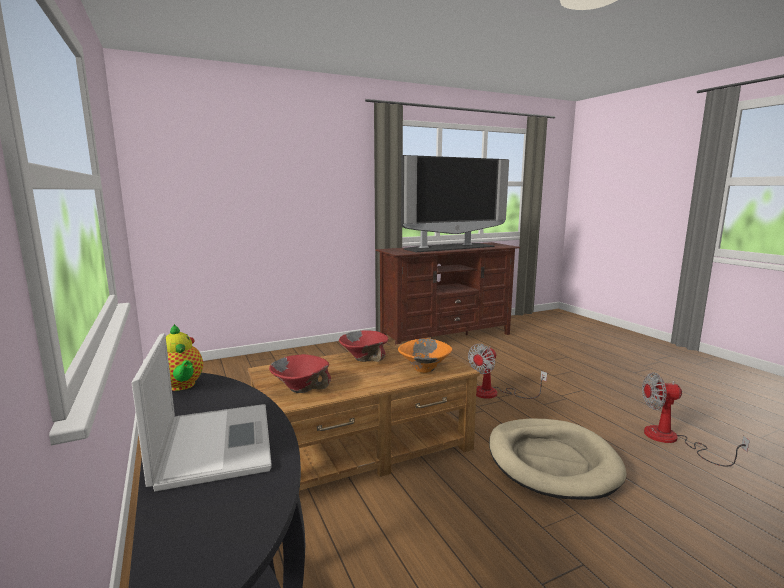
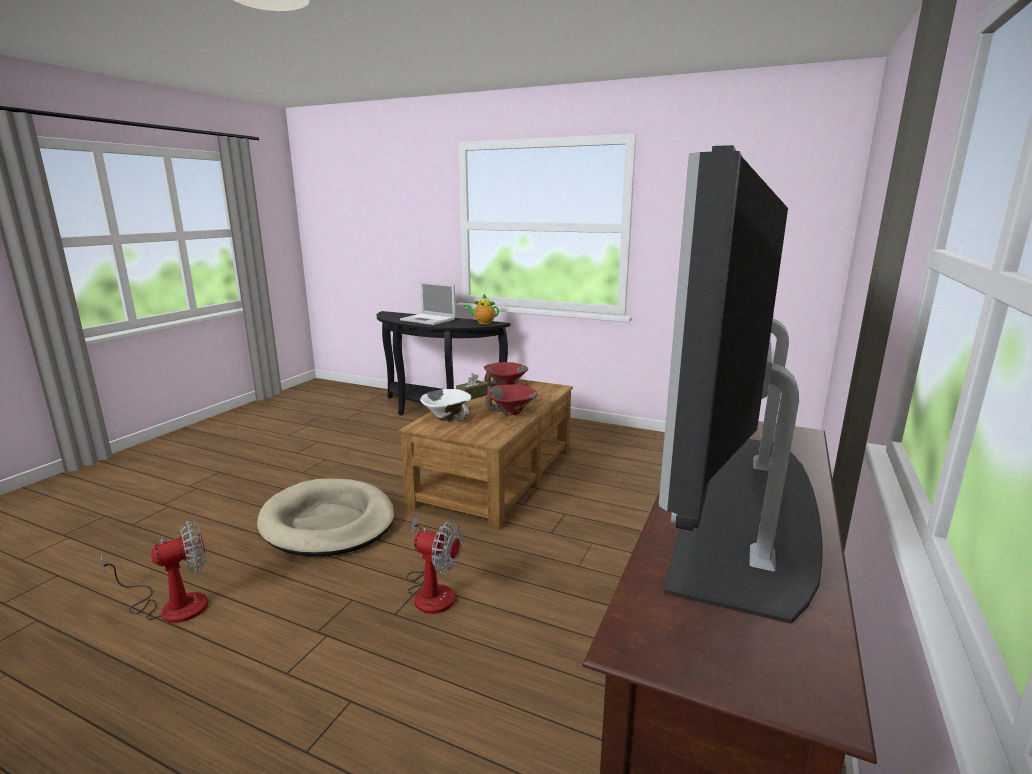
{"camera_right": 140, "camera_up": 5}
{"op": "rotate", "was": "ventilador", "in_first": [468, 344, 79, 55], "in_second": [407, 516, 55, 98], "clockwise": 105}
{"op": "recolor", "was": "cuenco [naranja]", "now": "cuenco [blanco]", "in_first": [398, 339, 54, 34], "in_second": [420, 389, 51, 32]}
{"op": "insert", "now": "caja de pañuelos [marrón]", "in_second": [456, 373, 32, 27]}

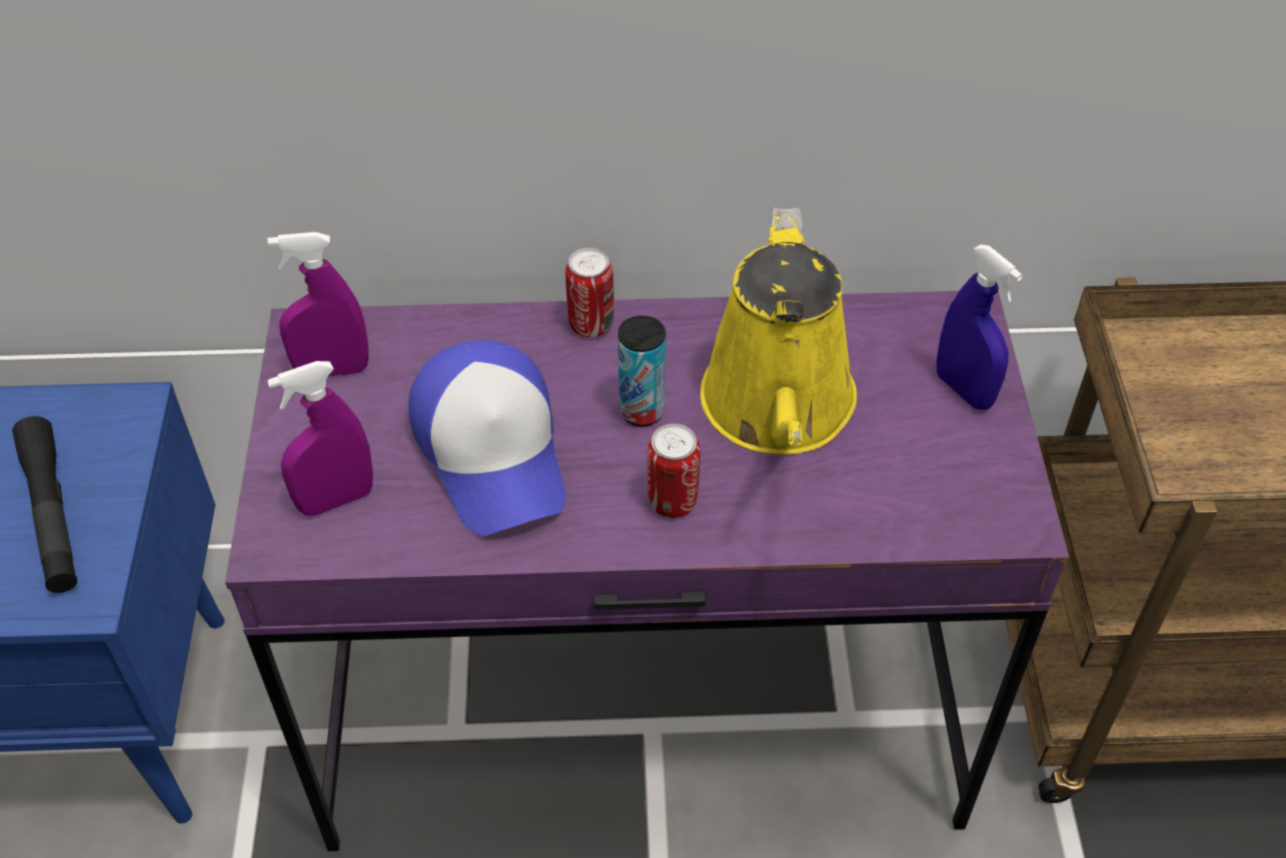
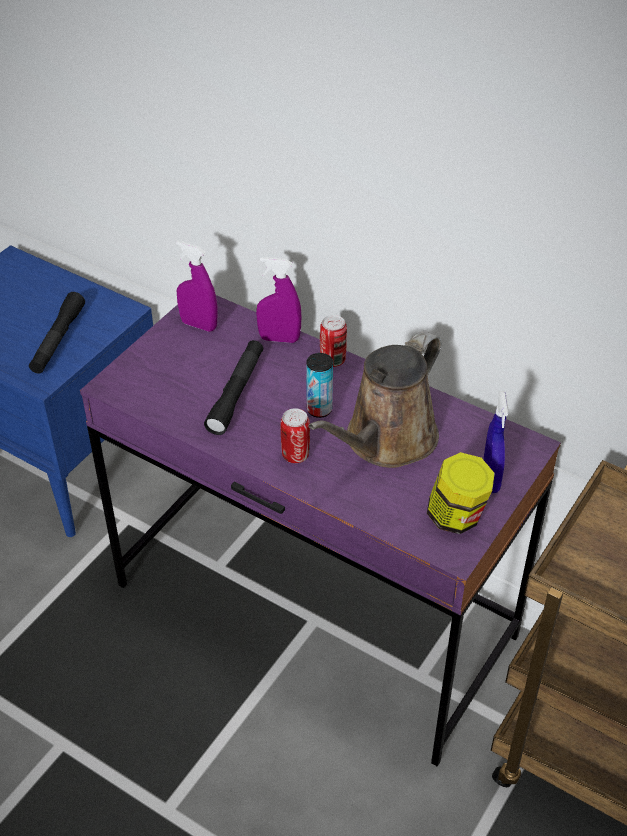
{"camera_right": 35, "camera_up": -5}
{"op": "replace", "was": "gorra", "now": "linterna [negro]", "in_first": [408, 340, 158, 195], "in_second": [204, 340, 59, 95]}
{"op": "move", "was": "pulverizador [morado]", "in_first": [267, 361, 106, 155], "in_second": [256, 257, 45, 86]}
{"op": "recolor", "was": "regadera [amarillo]", "now": "regadera [marrón]", "in_first": [700, 208, 157, 247], "in_second": [308, 331, 133, 137]}
{"op": "insert", "now": "tarro", "in_second": [427, 452, 68, 82]}

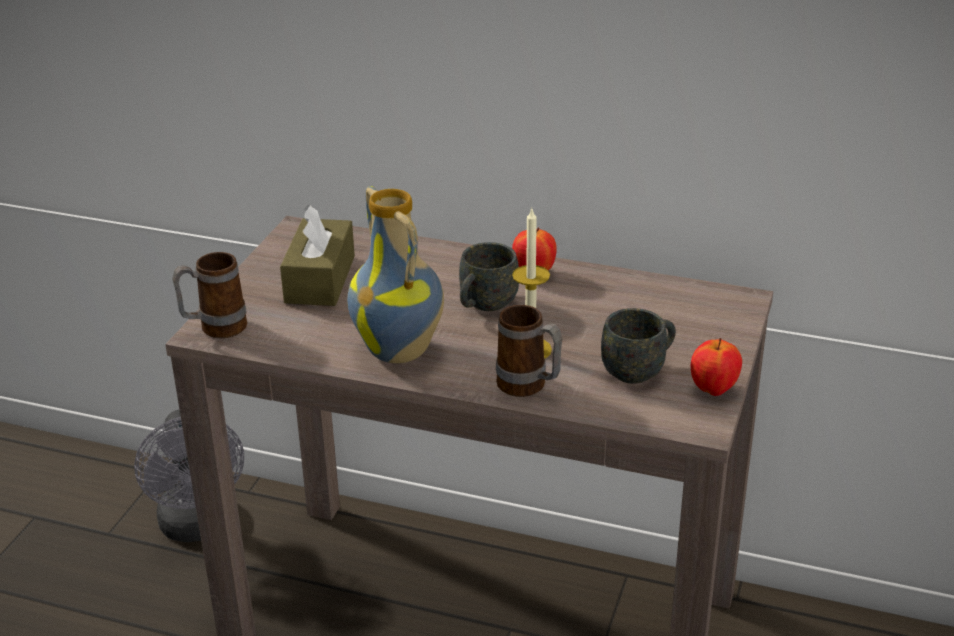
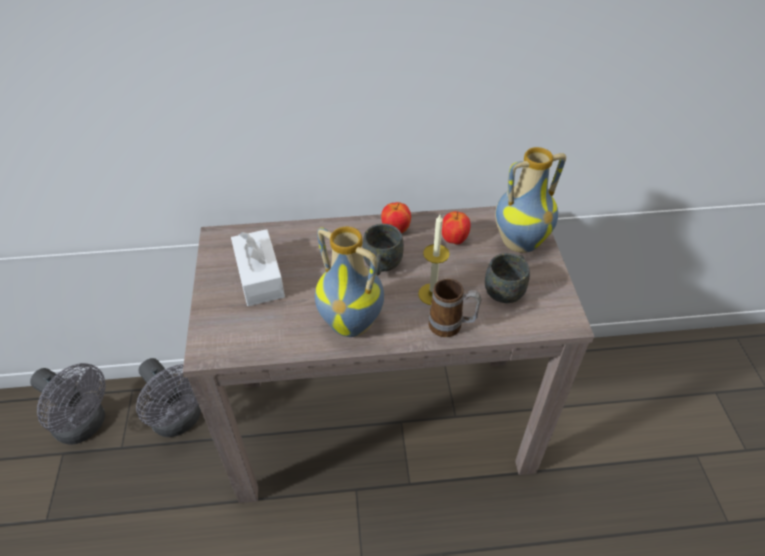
{"camera_right": -25, "camera_up": 15}
{"op": "insert", "now": "ventilador [gris]", "in_second": [30, 363, 76, 82]}
{"op": "recolor", "was": "caja de pañuelos [marrón]", "now": "caja de pañuelos [blanco]", "in_first": [280, 204, 75, 102], "in_second": [231, 229, 54, 77]}
{"op": "move", "was": "manzana", "in_first": [691, 338, 51, 58], "in_second": [442, 211, 28, 33]}
{"op": "insert", "now": "florero", "in_second": [495, 147, 71, 106]}
{"op": "delete", "was": "taza grande", "in_first": [173, 252, 74, 86]}

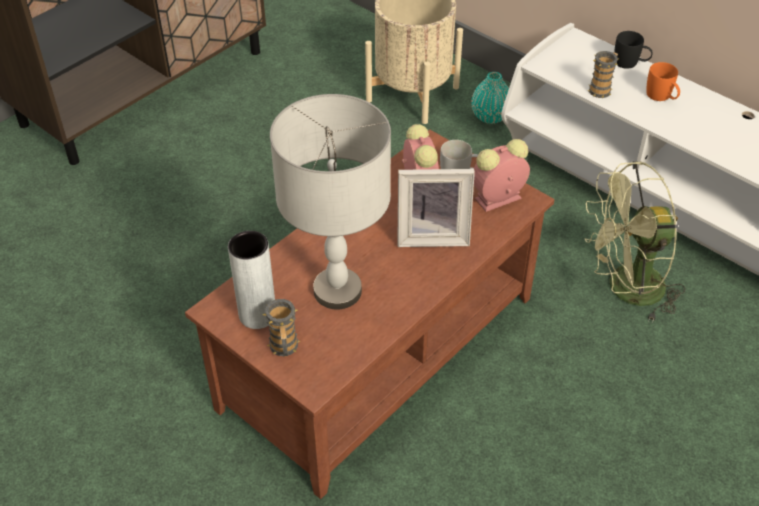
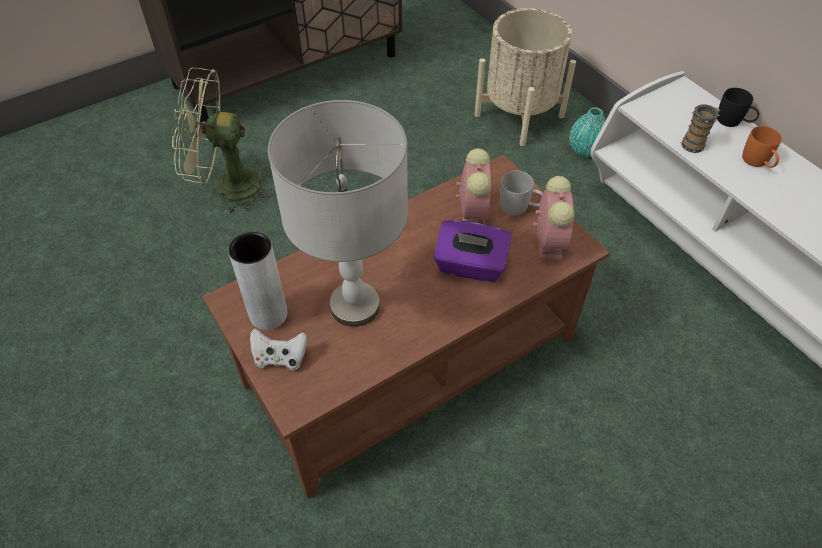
{"camera_right": 15, "camera_up": 5}
{"op": "move", "was": "ventilador [verde]", "in_first": [585, 161, 100, 162], "in_second": [172, 67, 103, 147]}
{"op": "replace", "was": "taza grande", "now": "mando de consola [blanco]", "in_first": [263, 299, 37, 58], "in_second": [250, 328, 57, 42]}
{"op": "replace", "was": "portarretratos", "now": "caja de pañuelos [morado]", "in_first": [397, 169, 78, 78], "in_second": [434, 220, 78, 62]}
{"op": "rotate", "was": "despertador", "in_first": [473, 139, 57, 73], "in_second": [533, 176, 41, 84], "clockwise": 105}

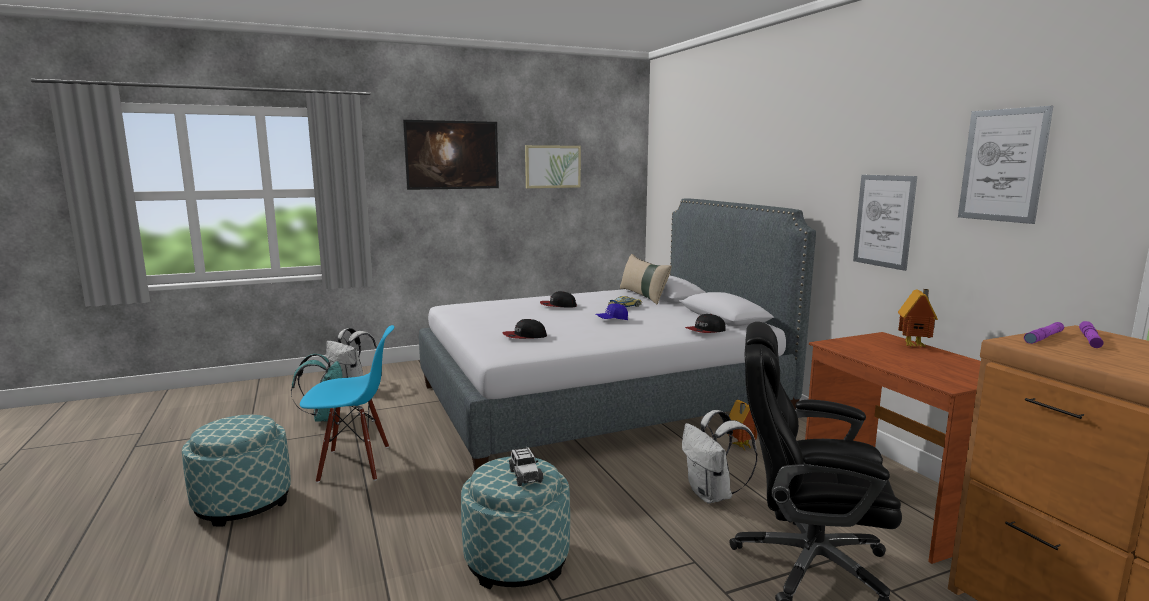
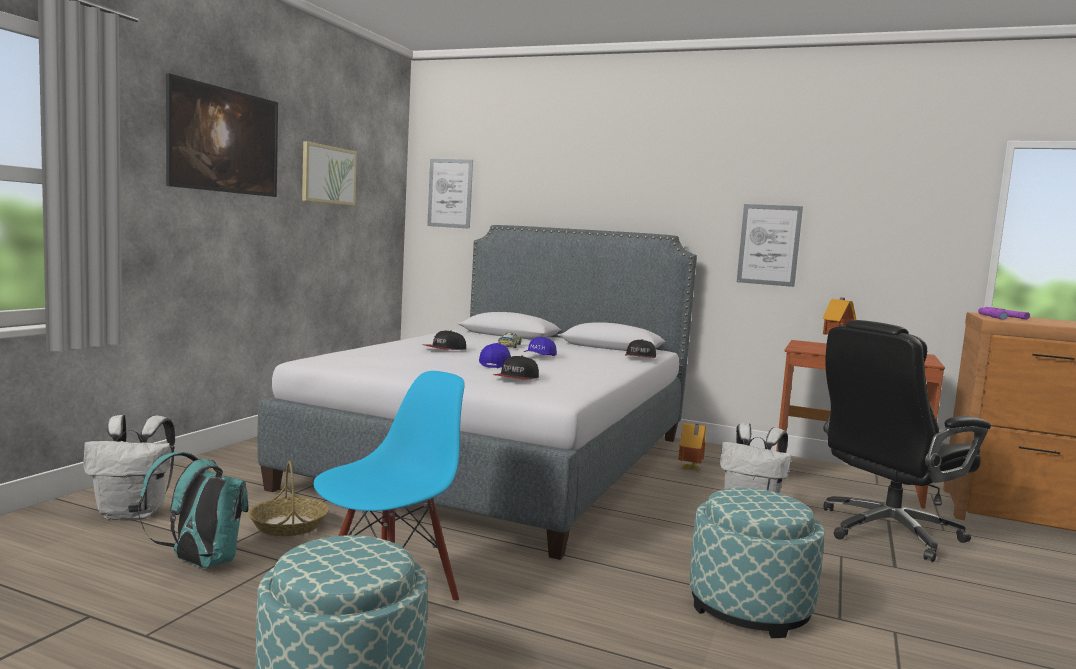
{"camera_right": -45, "camera_up": -5}
{"op": "insert", "now": "cesta", "in_second": [248, 461, 81, 75]}
{"op": "move", "was": "cuadro", "in_first": [958, 106, 95, 118], "in_second": [427, 159, 46, 70]}
{"op": "insert", "now": "gorra [azul]", "in_second": [479, 343, 32, 25]}
{"op": "delete", "was": "coche de juguete", "in_first": [509, 447, 34, 39]}
{"op": "delete", "was": "cojín [beis]", "in_first": [620, 254, 52, 50]}

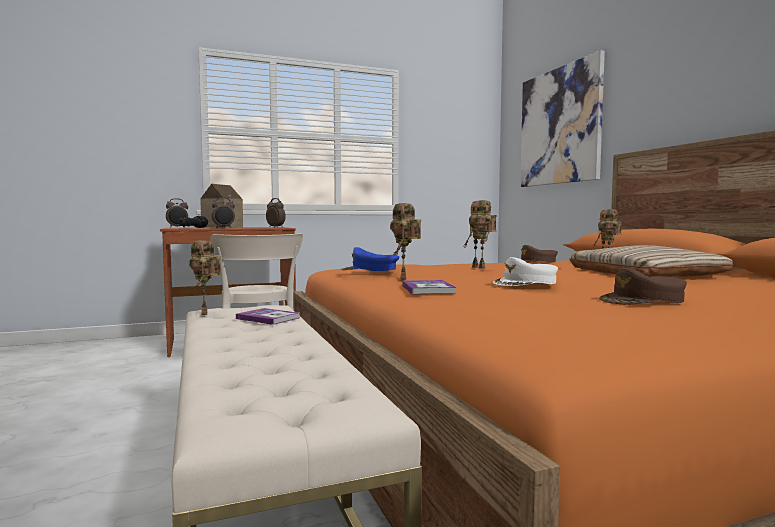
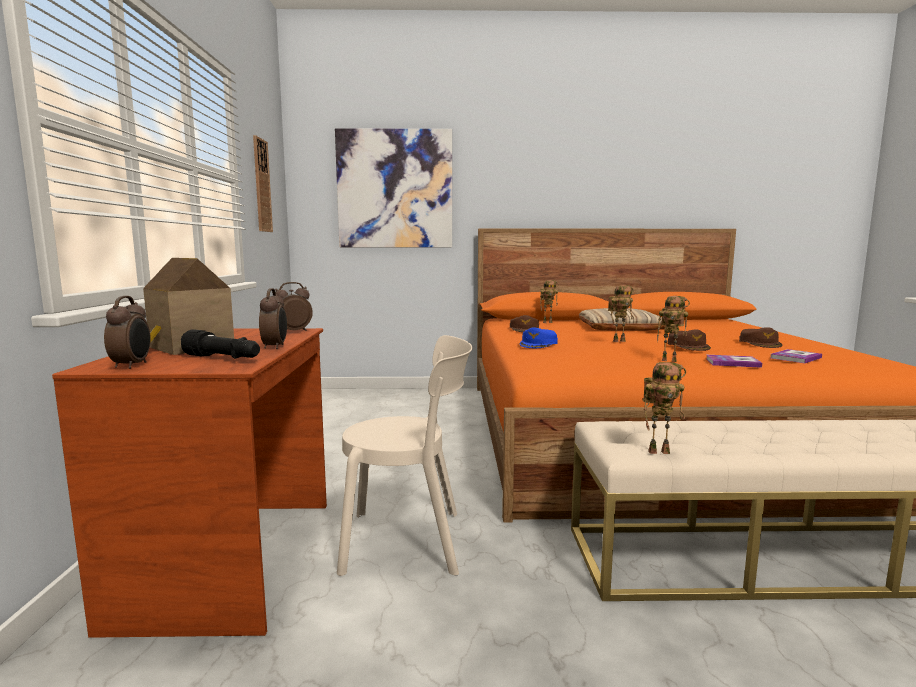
{"camera_right": -70, "camera_up": 5}
{"op": "insert", "now": "reloj de pared", "in_second": [253, 135, 20, 97]}
{"op": "move", "was": "gorra [azul]", "in_first": [341, 247, 58, 24], "in_second": [519, 327, 39, 21]}
{"op": "recolor", "was": "gorra [blanco]", "now": "gorra [marrón]", "in_first": [493, 257, 65, 29], "in_second": [668, 330, 43, 21]}
{"op": "move", "was": "libro", "in_first": [236, 308, 64, 17], "in_second": [771, 349, 51, 14]}

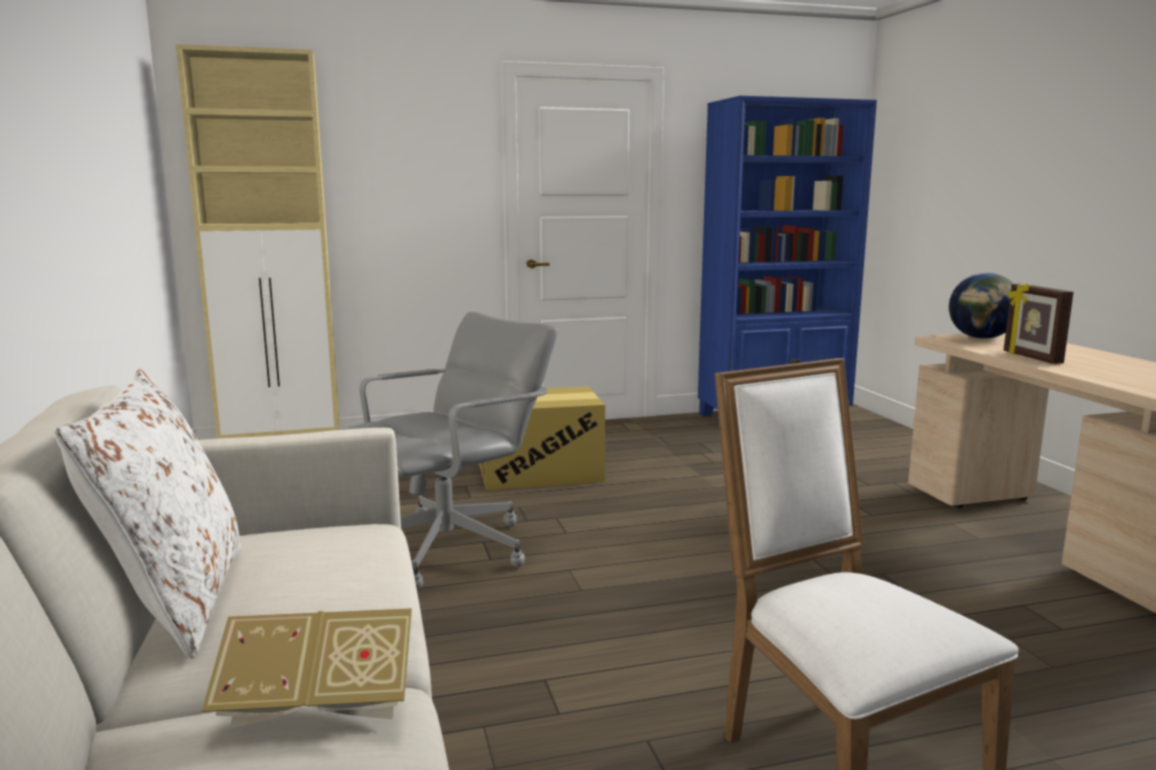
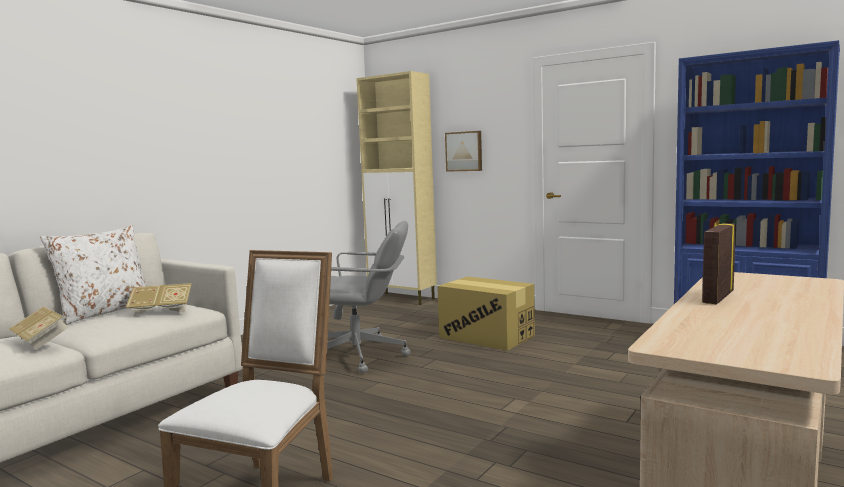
{"camera_right": 50, "camera_up": -5}
{"op": "insert", "now": "libro", "in_second": [126, 283, 66, 33]}
{"op": "insert", "now": "cuadro", "in_second": [445, 131, 37, 41]}
{"op": "delete", "was": "globo terráqueo", "in_first": [949, 273, 65, 66]}

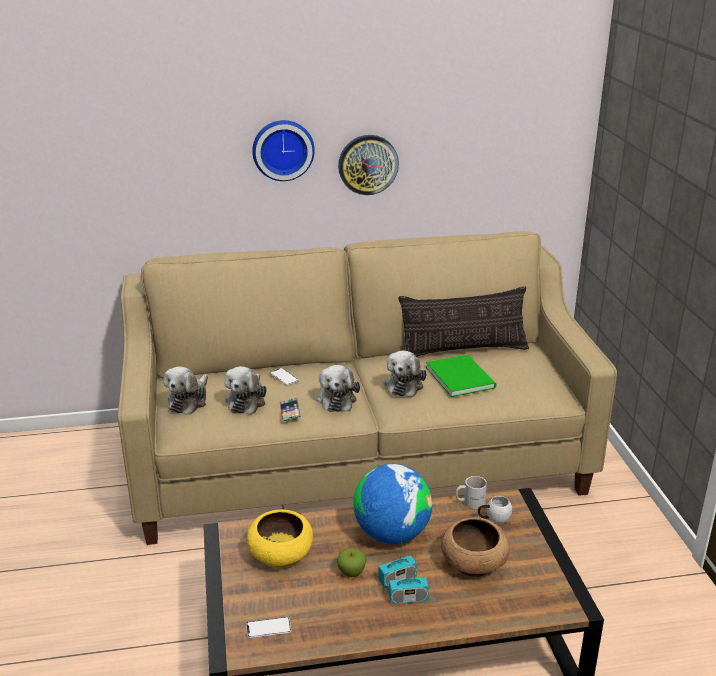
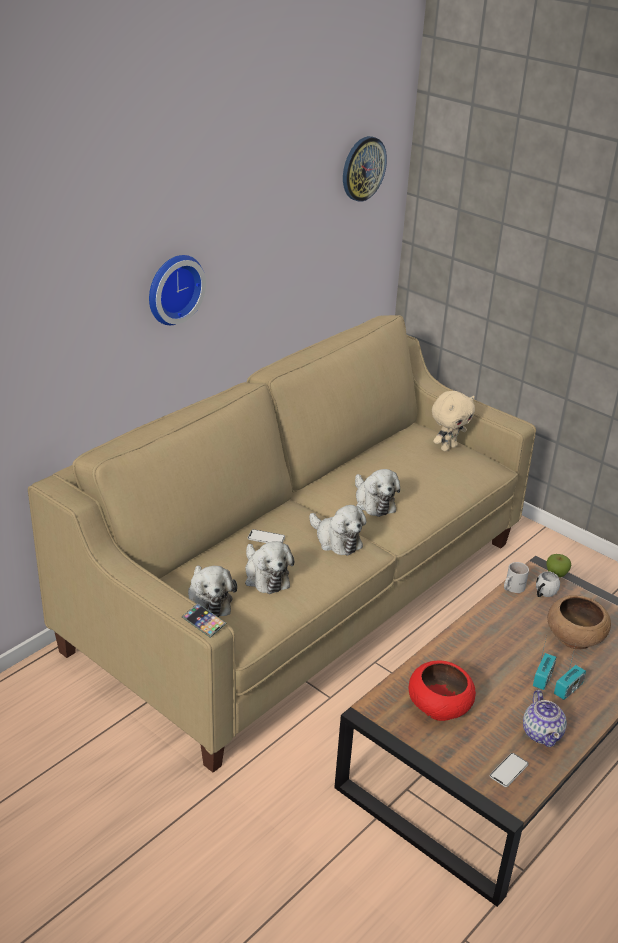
{"camera_right": -40, "camera_up": 5}
{"op": "move", "was": "móvil", "in_first": [280, 398, 21, 24], "in_second": [182, 603, 45, 35]}
{"op": "move", "was": "reloj de pared", "in_first": [338, 135, 61, 60], "in_second": [343, 136, 44, 66]}
{"op": "recolor", "was": "cuenco [amarillo]", "now": "cuenco [rojo]", "in_first": [247, 509, 66, 60], "in_second": [409, 660, 67, 61]}
{"op": "insert", "now": "peluche [beis]", "in_second": [432, 391, 43, 60]}
{"op": "insert", "now": "tetera", "in_second": [523, 690, 44, 57]}
{"op": "move", "was": "manzana", "in_first": [337, 548, 30, 29], "in_second": [546, 554, 25, 23]}
{"op": "delete", "was": "globo terráqueo", "in_first": [353, 464, 79, 80]}
{"op": "delete", "was": "cojín", "in_first": [399, 286, 130, 71]}
{"op": "delete", "was": "libro [verde]", "in_first": [426, 355, 70, 42]}

